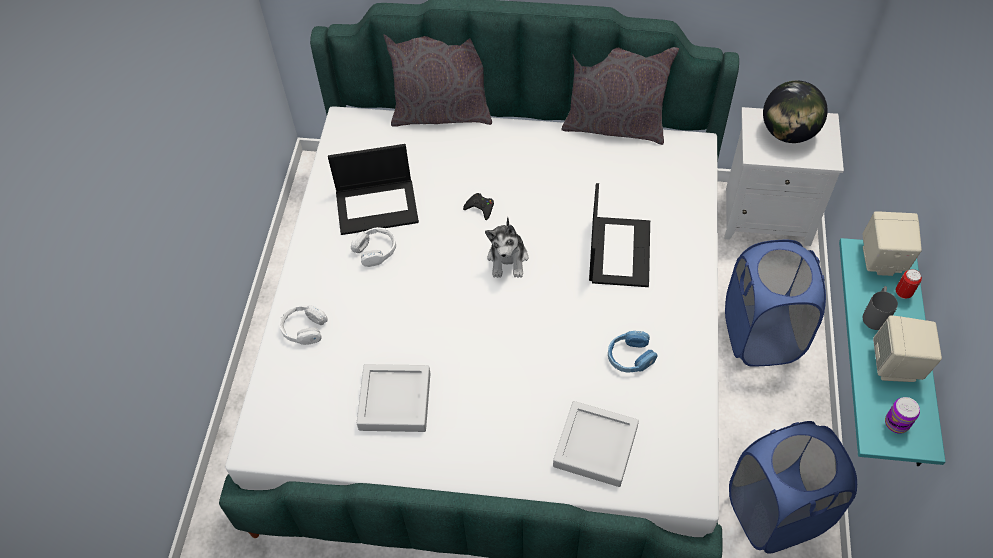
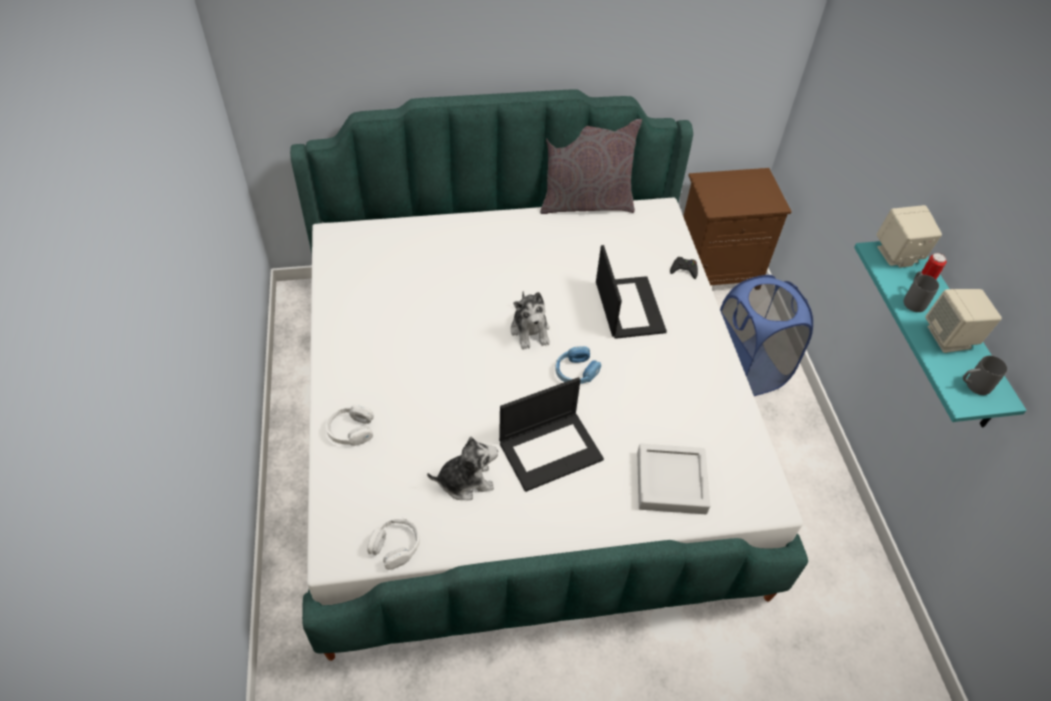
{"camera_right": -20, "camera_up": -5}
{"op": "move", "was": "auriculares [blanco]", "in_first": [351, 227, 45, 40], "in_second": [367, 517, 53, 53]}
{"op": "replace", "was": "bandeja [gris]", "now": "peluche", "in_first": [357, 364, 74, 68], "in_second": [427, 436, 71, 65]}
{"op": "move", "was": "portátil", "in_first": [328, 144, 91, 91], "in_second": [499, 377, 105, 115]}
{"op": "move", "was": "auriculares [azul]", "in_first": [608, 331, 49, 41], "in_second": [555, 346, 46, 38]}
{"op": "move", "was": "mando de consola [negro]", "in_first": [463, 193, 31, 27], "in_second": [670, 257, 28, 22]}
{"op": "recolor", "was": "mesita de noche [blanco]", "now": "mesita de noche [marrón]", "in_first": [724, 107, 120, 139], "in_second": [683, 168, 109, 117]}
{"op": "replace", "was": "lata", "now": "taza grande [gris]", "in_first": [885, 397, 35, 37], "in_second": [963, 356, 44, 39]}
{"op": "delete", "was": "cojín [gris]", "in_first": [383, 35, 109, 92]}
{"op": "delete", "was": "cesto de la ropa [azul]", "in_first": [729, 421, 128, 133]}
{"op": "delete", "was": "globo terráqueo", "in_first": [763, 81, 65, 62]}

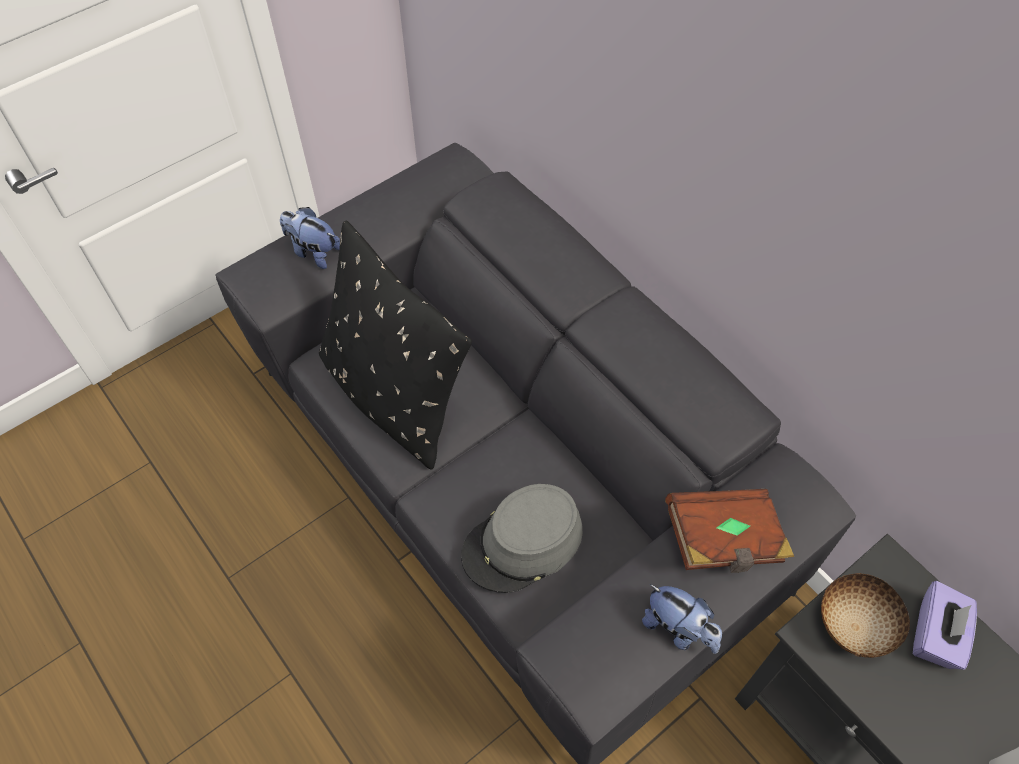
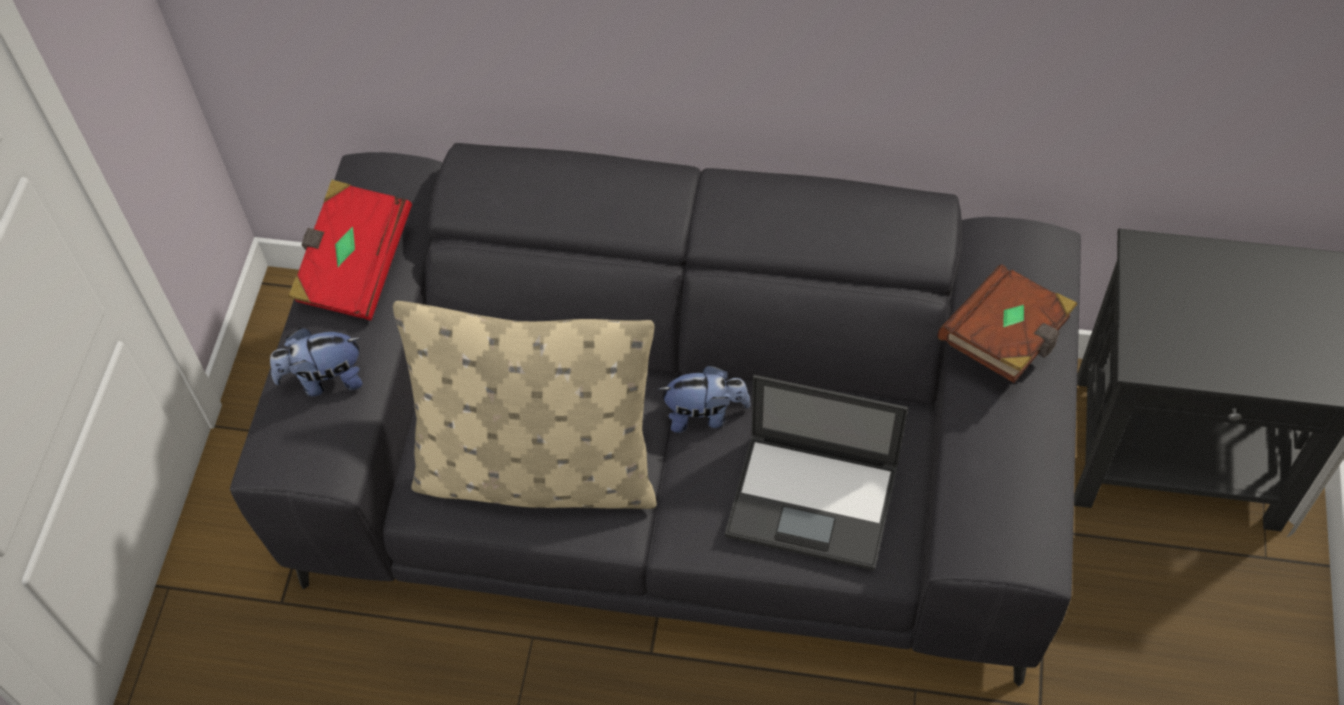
{"camera_right": -40, "camera_up": 0}
{"op": "insert", "now": "libro [rojo]", "in_second": [288, 180, 124, 141]}
{"op": "recolor", "was": "cojín [negro]", "now": "cojín [beis]", "in_first": [319, 221, 153, 249], "in_second": [393, 301, 264, 208]}
{"op": "move", "was": "peluche", "in_first": [642, 584, 80, 70], "in_second": [658, 365, 93, 68]}
{"op": "replace", "was": "sombrero [gris]", "now": "portátil", "in_first": [461, 484, 122, 109], "in_second": [725, 375, 183, 195]}
{"op": "delete", "was": "cuenco", "in_first": [821, 573, 89, 85]}
{"op": "delete", "was": "caja de pañuelos [morado]", "in_first": [913, 581, 64, 89]}

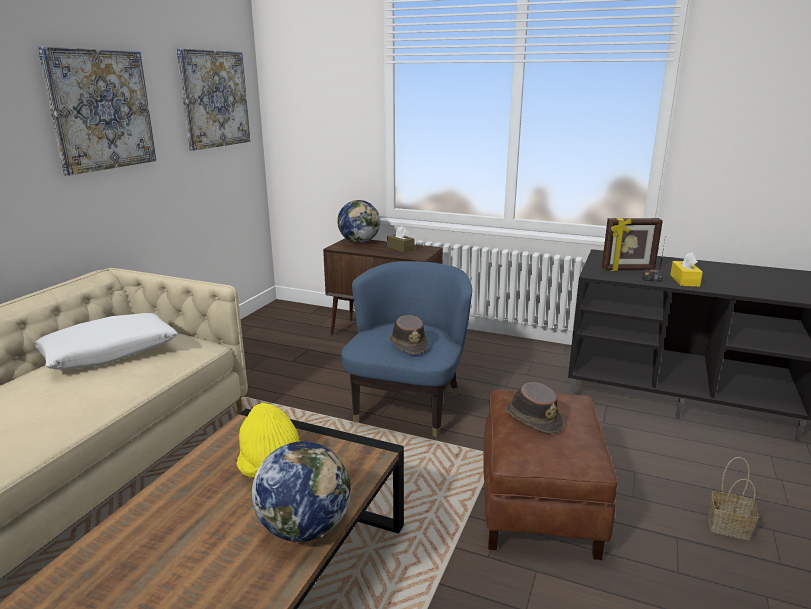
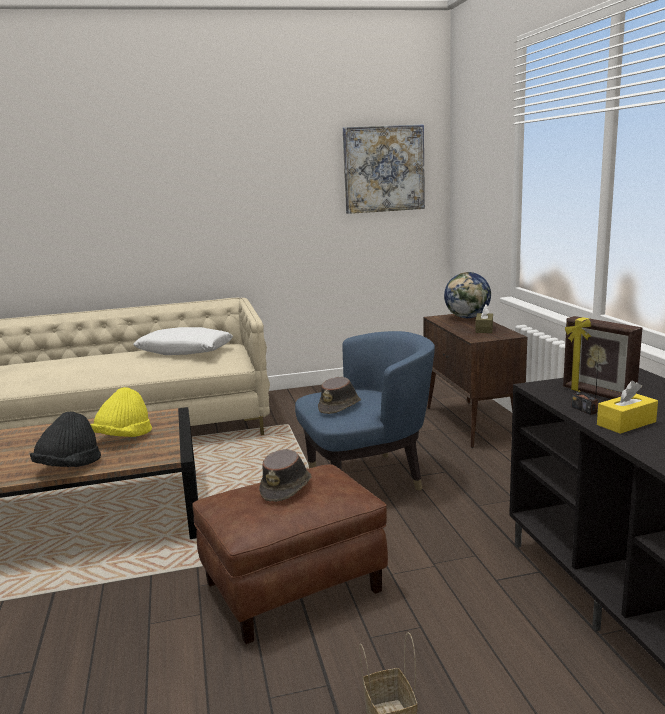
{"camera_right": 55, "camera_up": -5}
{"op": "replace", "was": "globo terráqueo", "now": "sombrero [negro]", "in_first": [252, 441, 99, 101], "in_second": [30, 412, 71, 55]}
{"op": "delete", "was": "cuadro", "in_first": [38, 46, 118, 130]}

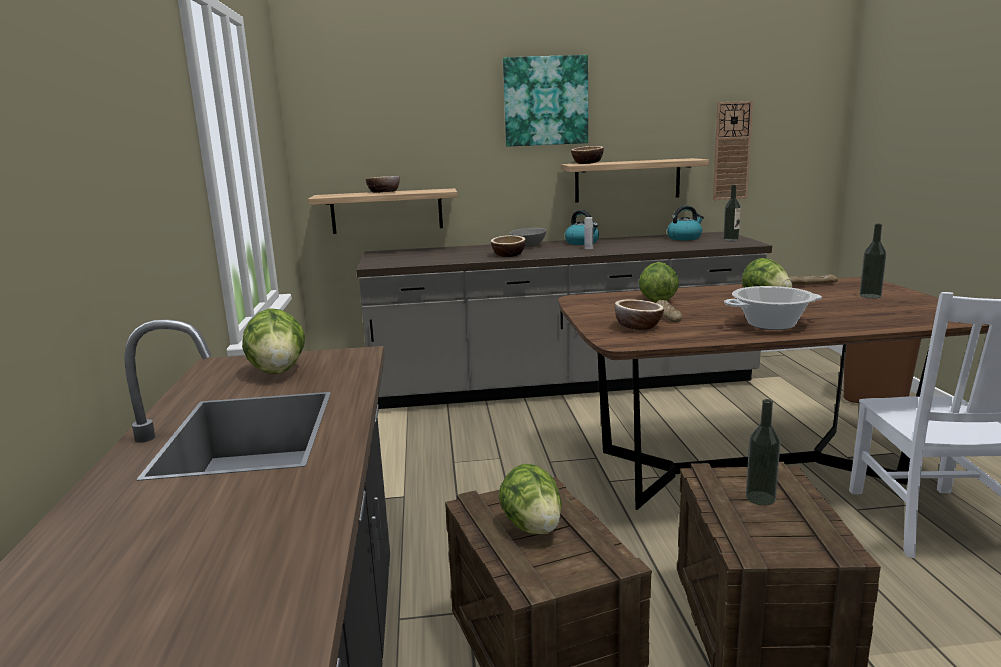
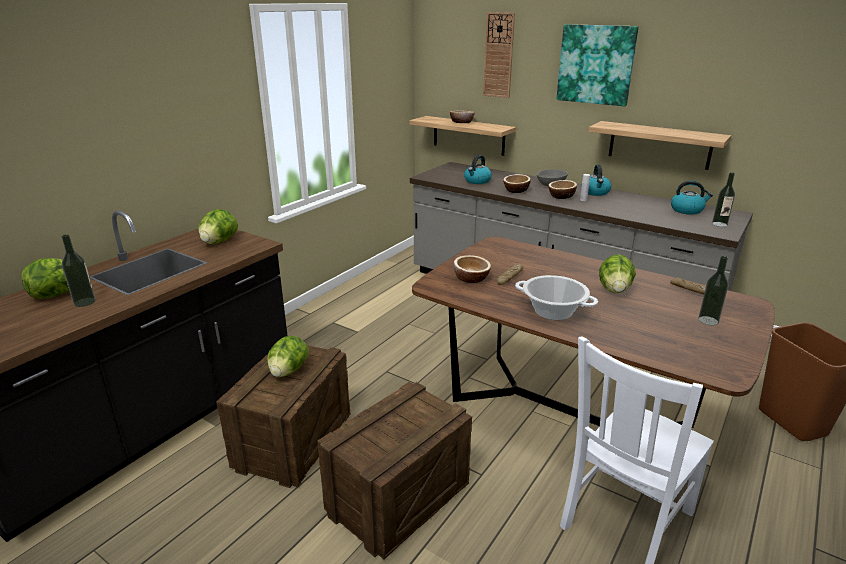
{"camera_right": 40, "camera_up": 10}
{"op": "move", "was": "lechuga", "in_first": [639, 262, 40, 40], "in_second": [21, 258, 48, 41]}
{"op": "move", "was": "botella", "in_first": [746, 399, 34, 107], "in_second": [61, 234, 35, 73]}
{"op": "insert", "now": "hervidor", "in_second": [464, 155, 28, 29]}
{"op": "move", "was": "reloj de pared", "in_first": [713, 101, 40, 99], "in_second": [483, 12, 32, 86]}
{"op": "move", "was": "cuenco", "in_first": [571, 146, 33, 18], "in_second": [548, 180, 29, 19]}

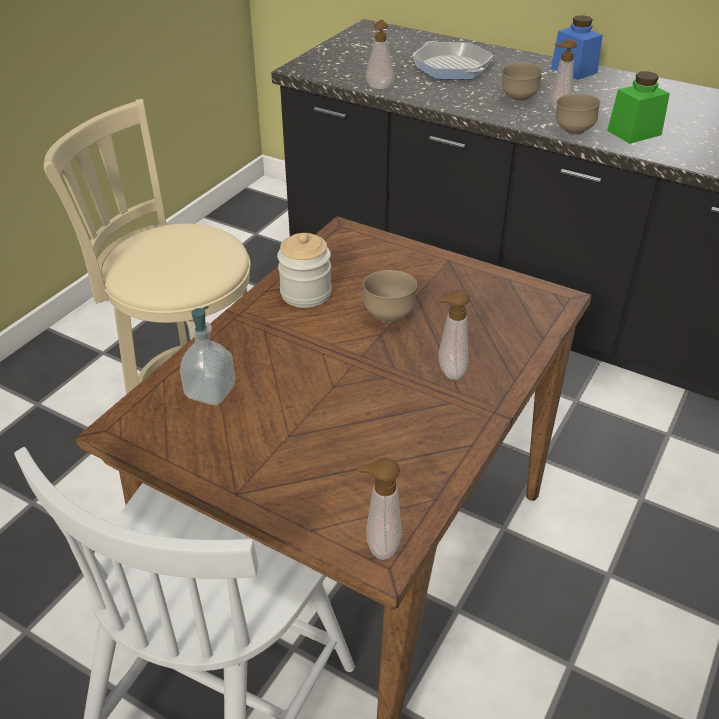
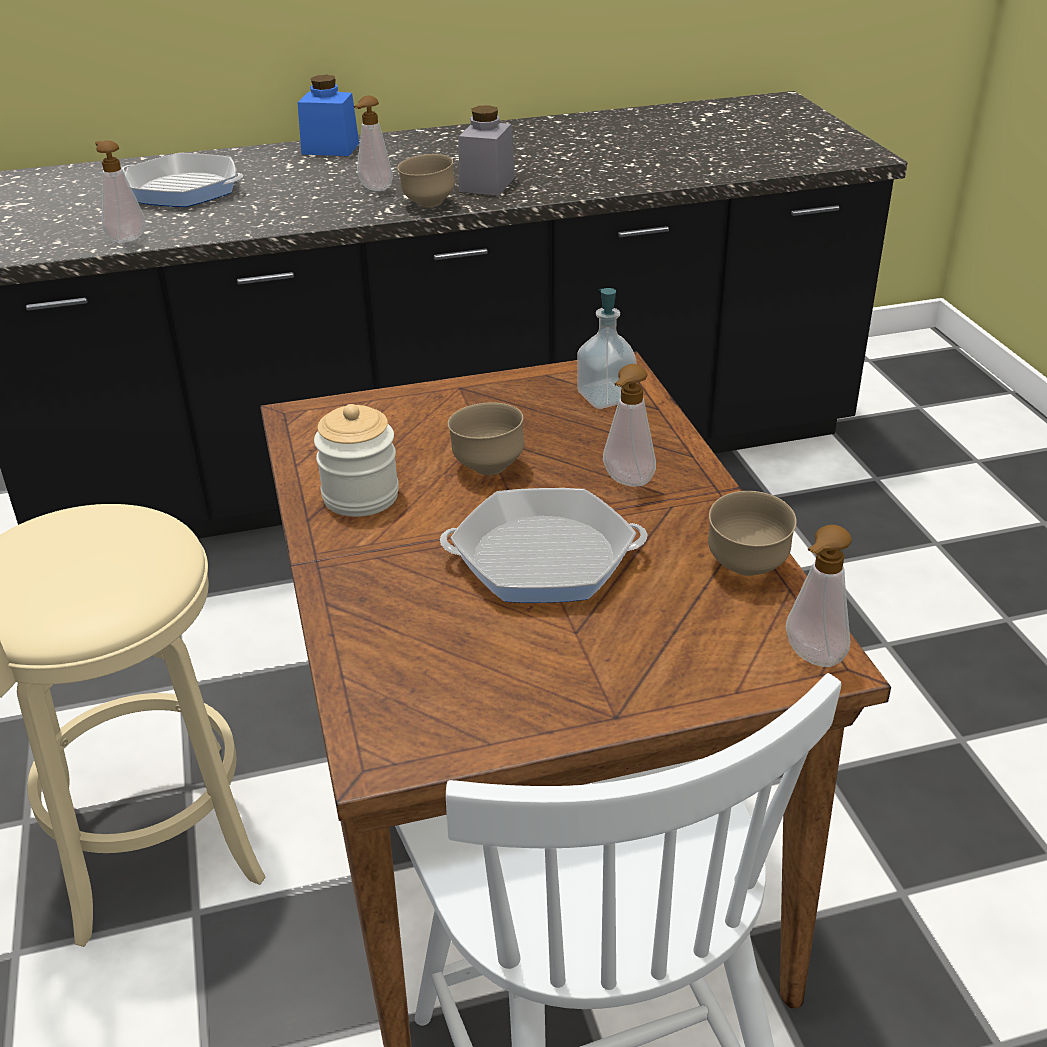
{"camera_right": -45, "camera_up": -5}
{"op": "insert", "now": "sartén", "in_second": [440, 488, 207, 115]}
{"op": "recolor", "was": "tarro [verde]", "now": "tarro [gris]", "in_first": [607, 71, 63, 73], "in_second": [459, 105, 56, 91]}
{"op": "move", "was": "dispensador de jabón", "in_first": [180, 306, 55, 99], "in_second": [577, 288, 60, 121]}
{"op": "move", "was": "cuenco [marrón]", "in_first": [502, 62, 40, 40], "in_second": [708, 491, 89, 85]}

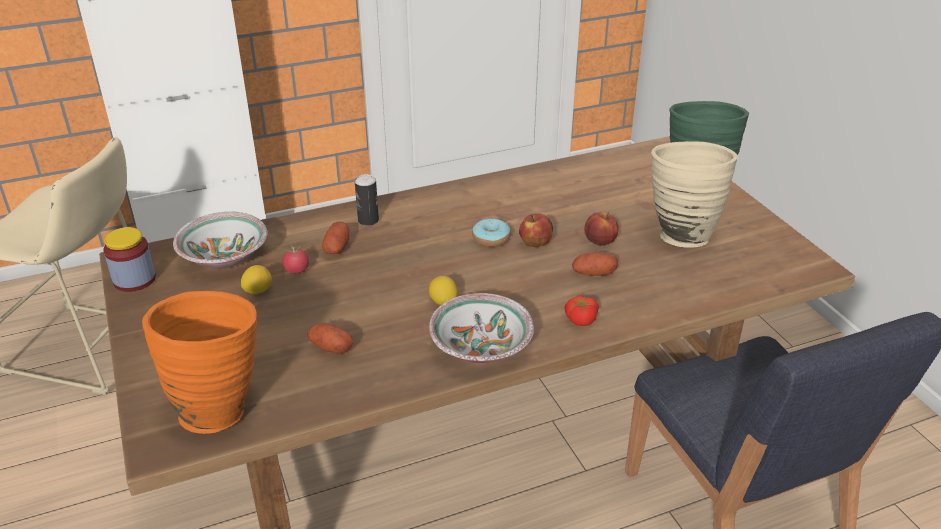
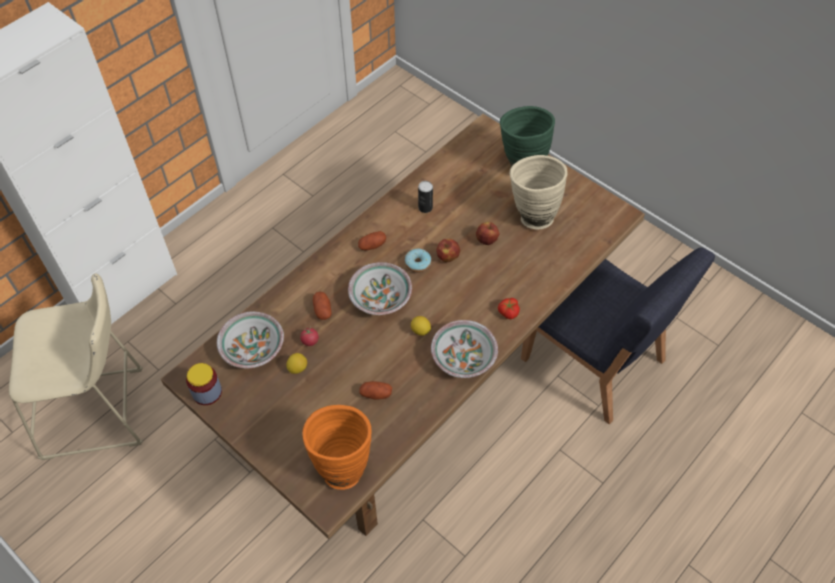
{"camera_right": -25, "camera_up": 20}
{"op": "insert", "now": "cuenco", "in_second": [348, 262, 64, 53]}
{"op": "move", "was": "patata", "in_first": [572, 252, 46, 24], "in_second": [358, 231, 28, 19]}
{"op": "move", "was": "lata", "in_first": [355, 174, 24, 52], "in_second": [418, 181, 15, 32]}

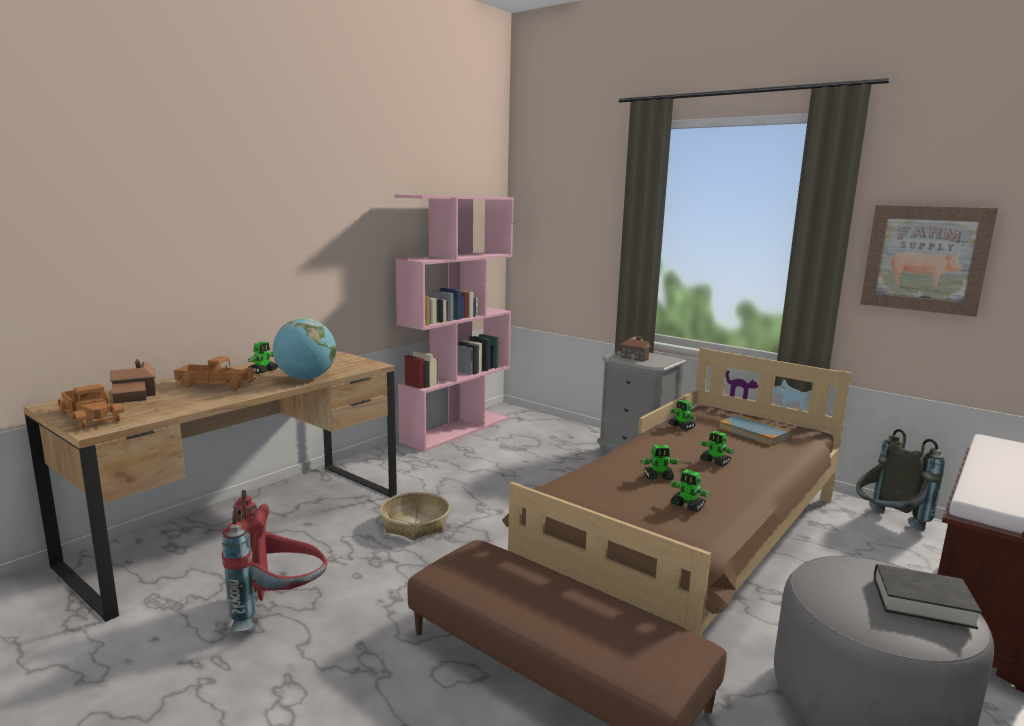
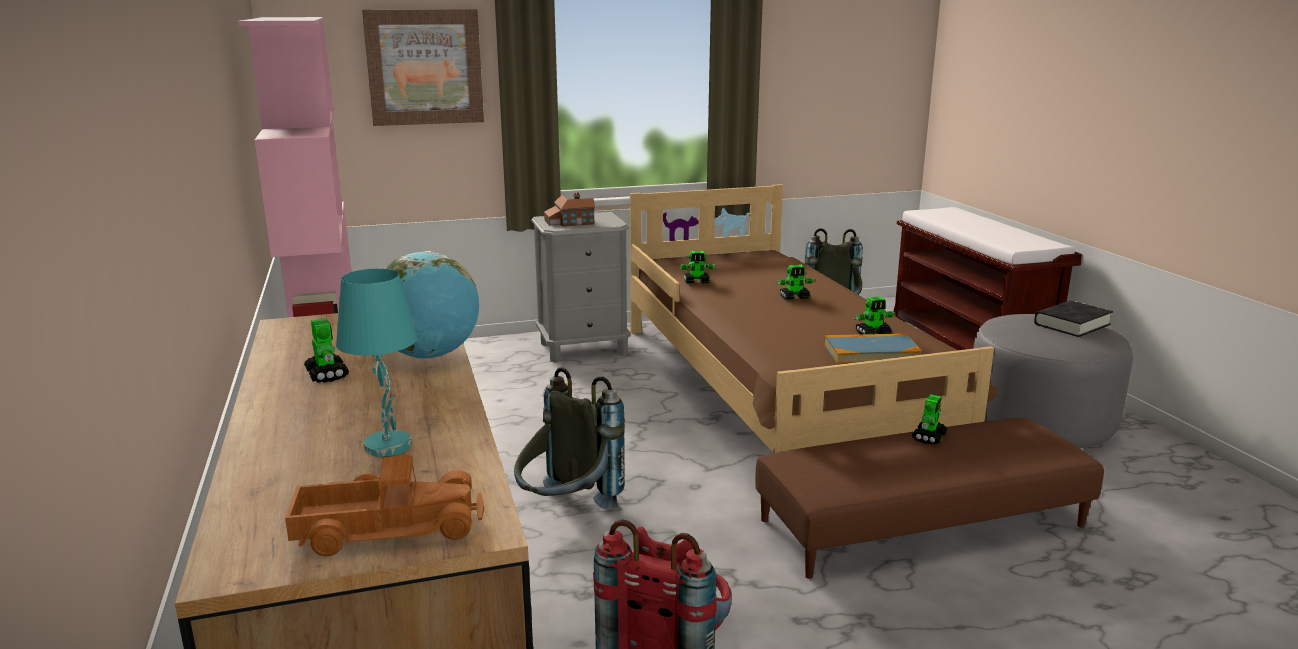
{"camera_right": -55, "camera_up": 5}
{"op": "insert", "now": "lámpara de mesa [turquesa]", "in_second": [336, 269, 81, 188]}
{"op": "move", "was": "cuadro", "in_first": [860, 205, 138, 112], "in_second": [362, 9, 122, 117]}
{"op": "replace", "was": "cesta", "now": "mochila [gris]", "in_first": [380, 492, 70, 48], "in_second": [514, 367, 111, 142]}
{"op": "move", "was": "libro", "in_first": [718, 415, 75, 31], "in_second": [824, 333, 98, 31]}
{"op": "move", "was": "robot de juguete", "in_first": [640, 445, 41, 35], "in_second": [912, 394, 36, 50]}
{"op": "delete", "was": "casita", "in_first": [110, 359, 46, 44]}
{"op": "delete", "was": "camión de juguete", "in_first": [174, 356, 82, 34]}

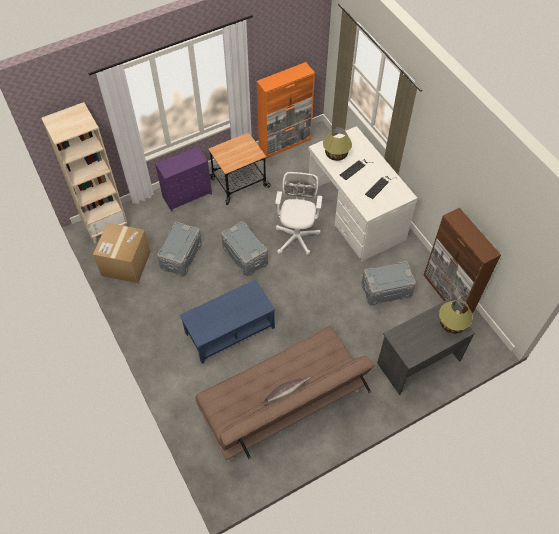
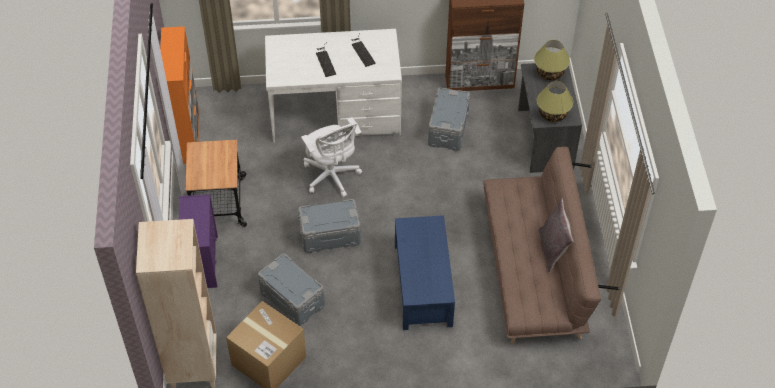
{"camera_right": -65, "camera_up": -5}
{"op": "rotate", "was": "silla de oficina [blanco]", "in_first": [275, 172, 47, 83], "in_second": [301, 117, 61, 80], "clockwise": -150}
{"op": "move", "was": "lámpara de mesa", "in_first": [323, 127, 29, 34], "in_second": [537, 81, 36, 41]}

